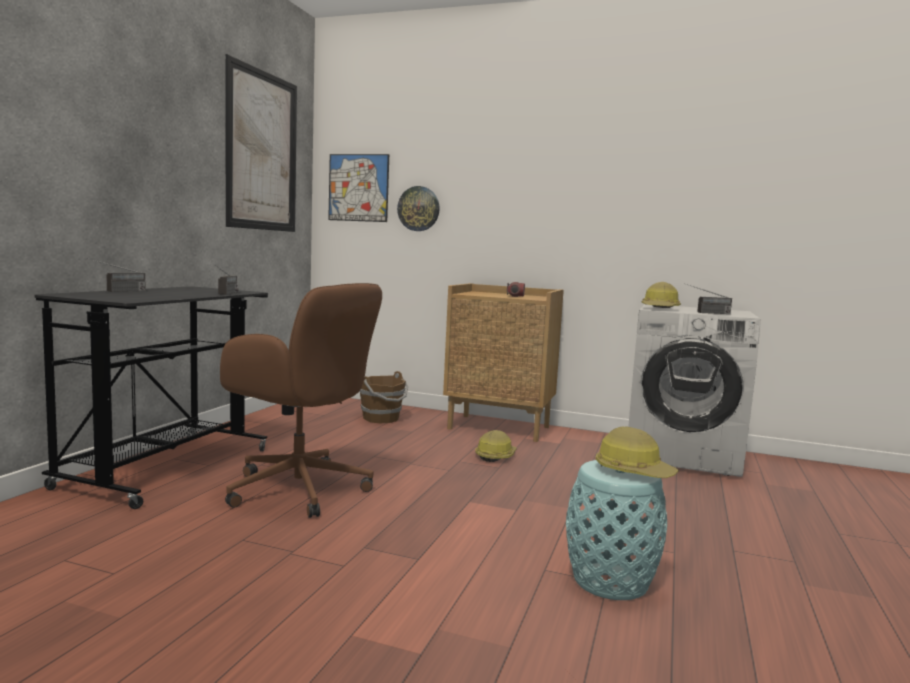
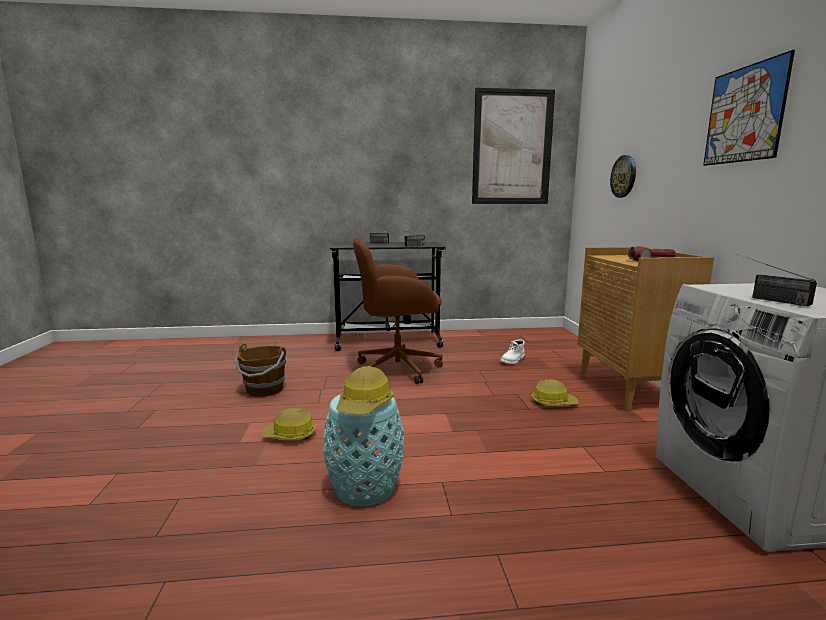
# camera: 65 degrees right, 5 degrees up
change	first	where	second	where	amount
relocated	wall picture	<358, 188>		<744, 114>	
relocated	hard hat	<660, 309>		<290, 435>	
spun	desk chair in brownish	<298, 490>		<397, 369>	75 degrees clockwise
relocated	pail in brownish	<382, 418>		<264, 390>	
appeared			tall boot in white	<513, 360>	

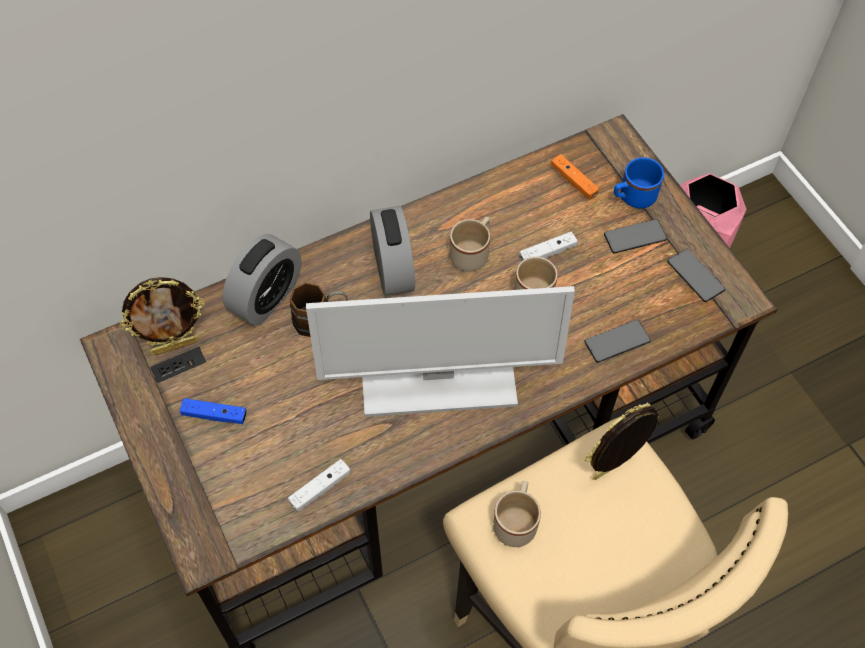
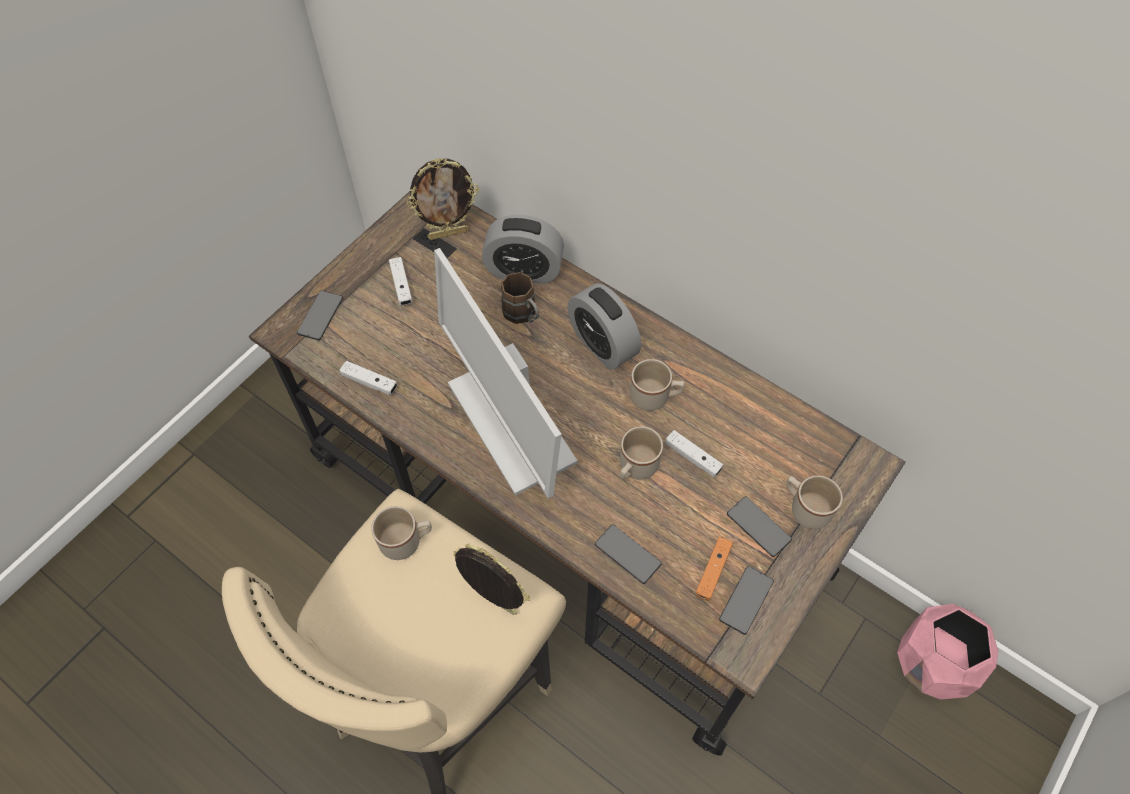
# camera: 65 degrees right, 0 degrees up
change	first	where	second	where	amount
relocated	gamepad in orange-coloured	<573, 181>		<713, 571>	
colour	coffee mug in blue-coloured	<632, 198>	coffee mug in beige	<805, 508>	
spun	bedside clock	<393, 269>		<602, 344>	90 degrees clockwise
spun	standing frame	<175, 346>		<448, 233>	60 degrees counterclockwise
colour	gamepad in blue-coloured	<214, 415>	gamepad in white	<401, 285>	
appeared			telephone	<320, 316>	

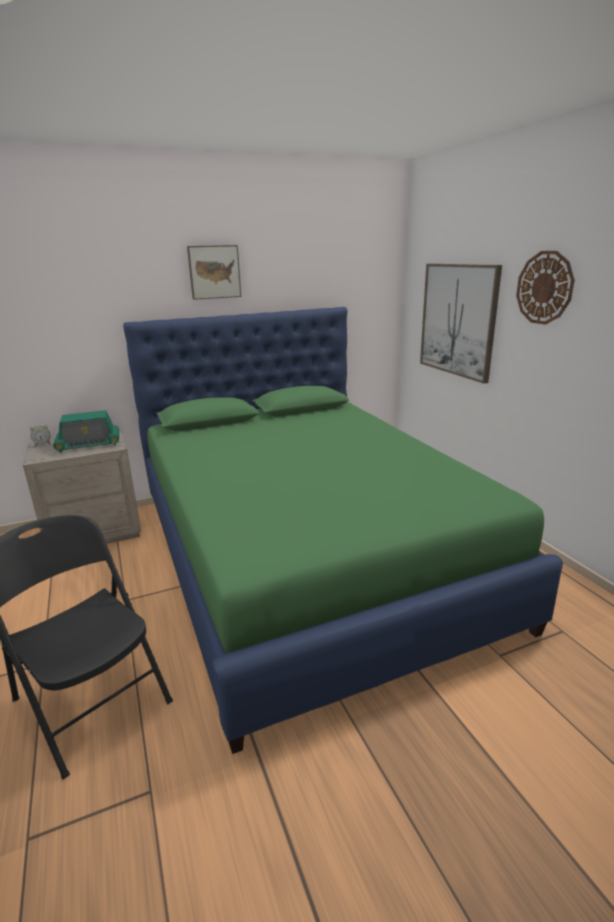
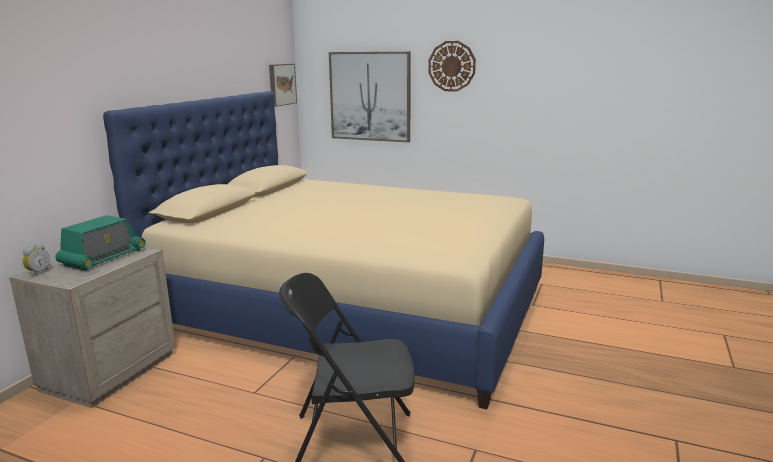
# camera: 45 degrees left, 5 degrees down
change	first	where	second	where	amount
relocated	wall picture	<214, 272>		<281, 84>	
colour	bed in green	<307, 556>	bed in beige	<350, 308>	

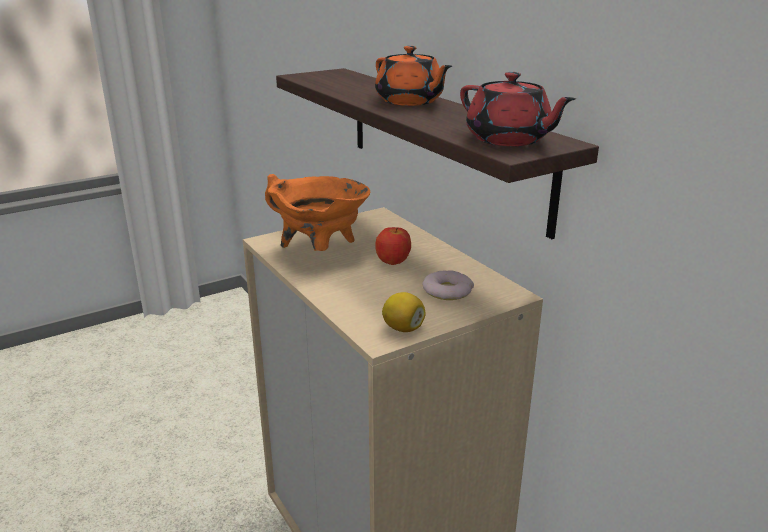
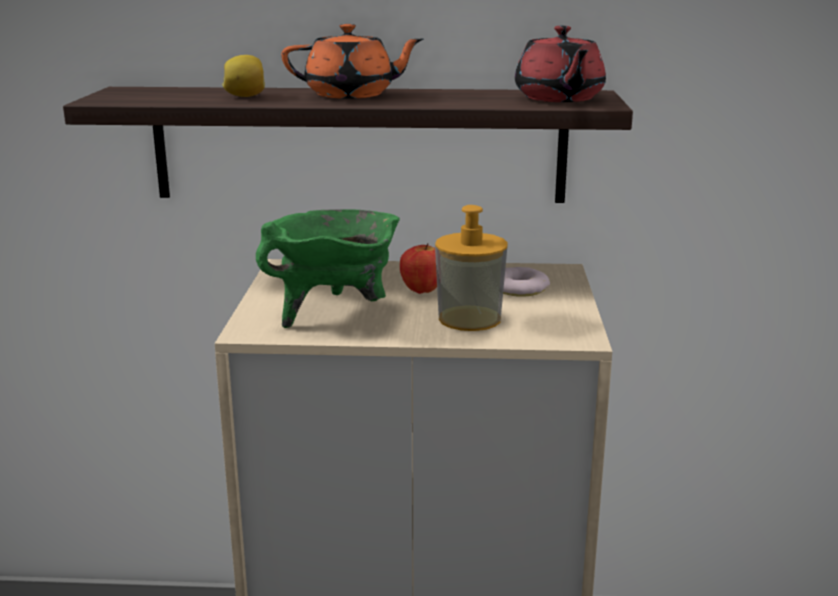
# camera: 55 degrees left, 5 degrees down
change	first	where	second	where	amount
spun	pot for tea in reddish	<509, 140>		<559, 99>	90 degrees clockwise
colour	stockpot in orange-coloured	<320, 251>	stockpot in green	<334, 313>	
relocated	citrus fruit	<403, 328>		<245, 96>	
appeared			soap bottle	<469, 318>	

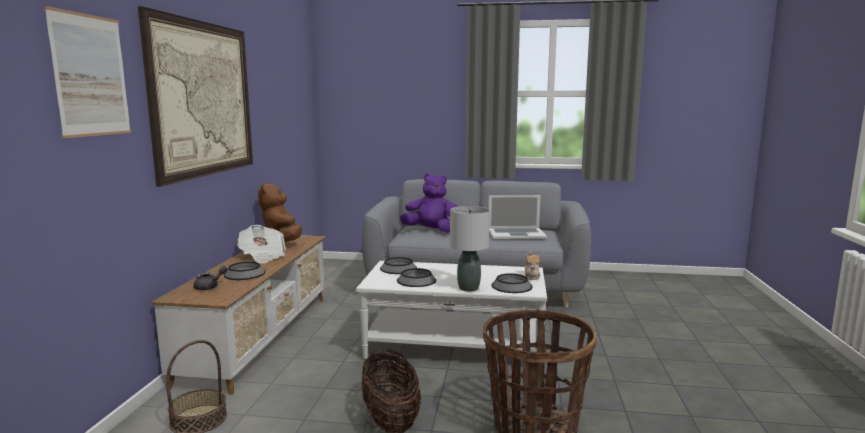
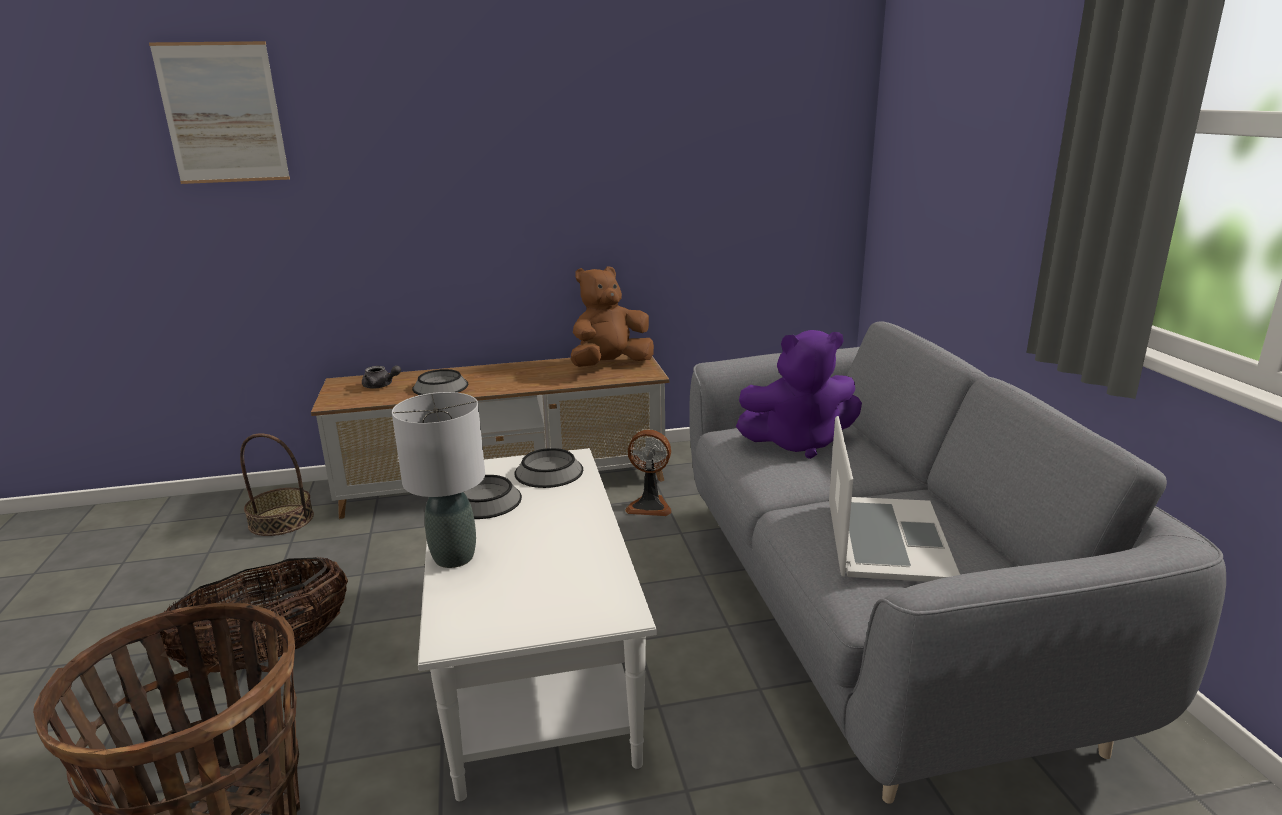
# camera: 70 degrees right, 10 degrees up
change	first	where	second	where	amount
missing	wall picture	<203, 99>			
spun	plush toy in purple	<431, 231>		<798, 443>	90 degrees clockwise
spun	laptop	<516, 233>		<886, 538>	150 degrees counterclockwise
missing	newspaper	<262, 256>			
missing	pot for tea	<532, 276>			
missing	serving bowl	<511, 286>			
appeared			fan	<650, 506>	

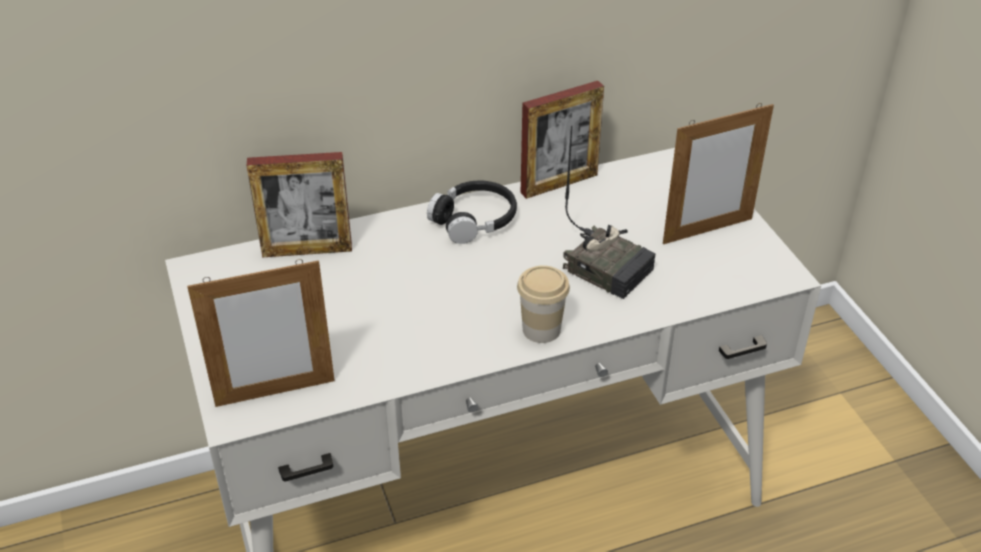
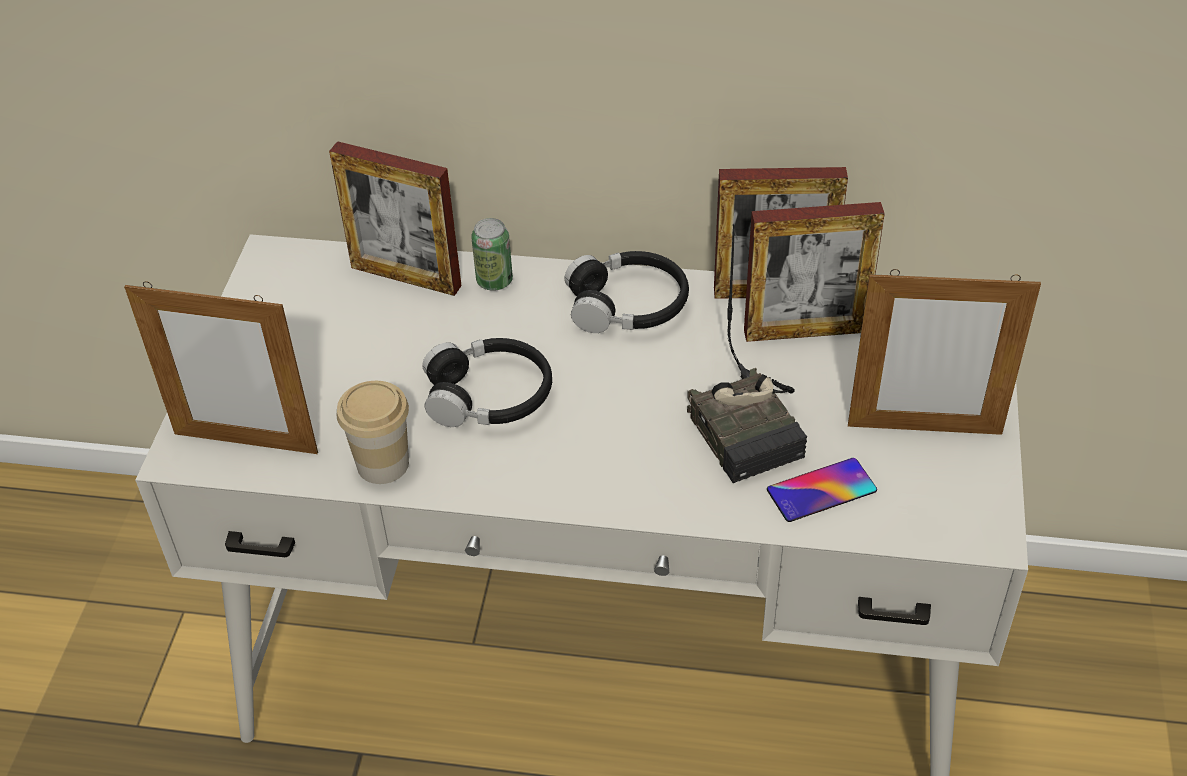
# camera: 30 degrees right, 5 degrees up
change	first	where	second	where	amount
relocated	drinking cup	<541, 329>		<383, 464>	
appeared			standing frame	<805, 331>	
appeared			sealed can	<494, 281>	
appeared			pair of headphones in black	<489, 396>	
appeared			telephone	<821, 490>	

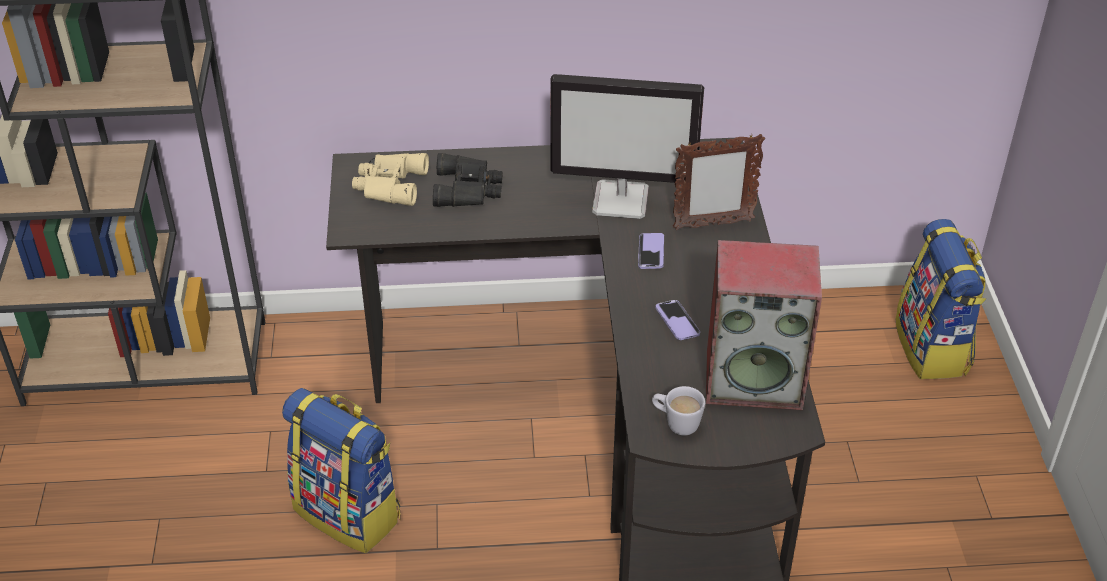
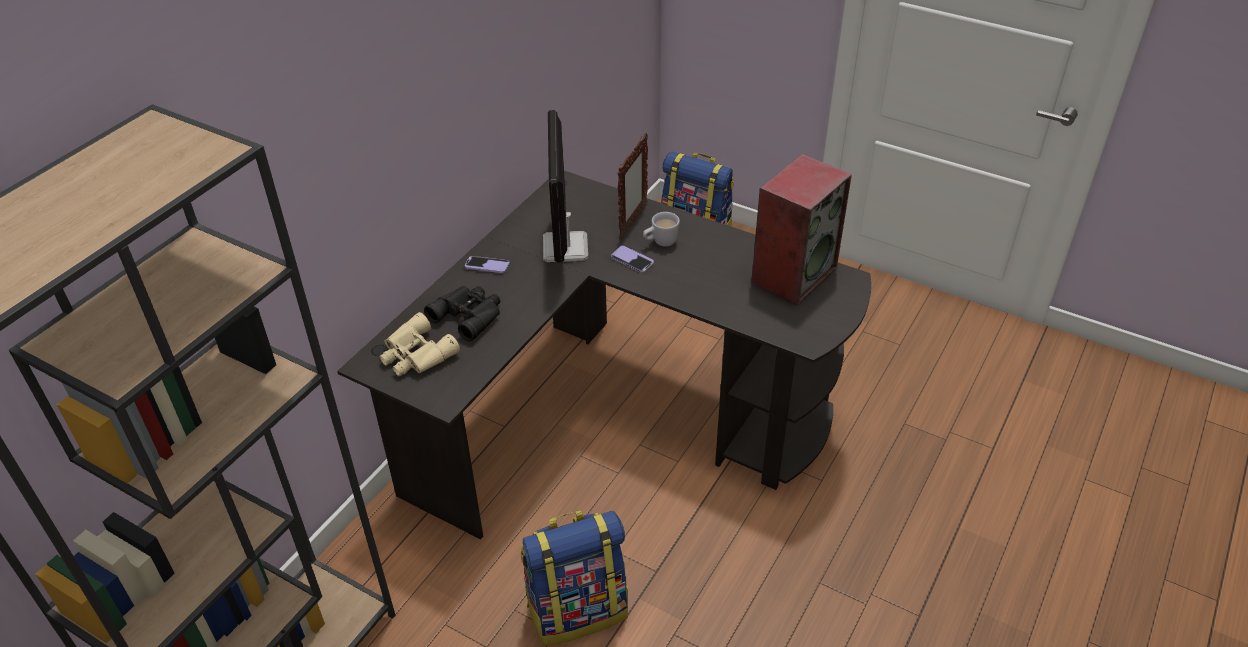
# camera: 55 degrees left, 0 degrees up
change	first	where	second	where	amount
spun	computer screen	<622, 200>		<565, 248>	135 degrees clockwise
relocated	telephone	<677, 321>		<487, 266>	
relocated	coffee mug in white	<676, 423>		<660, 242>	

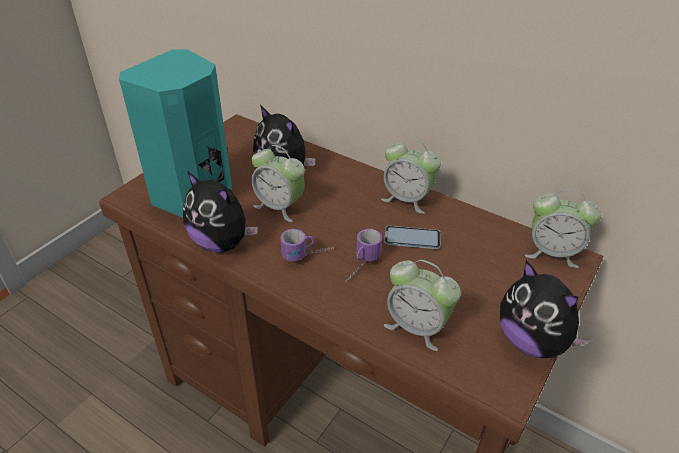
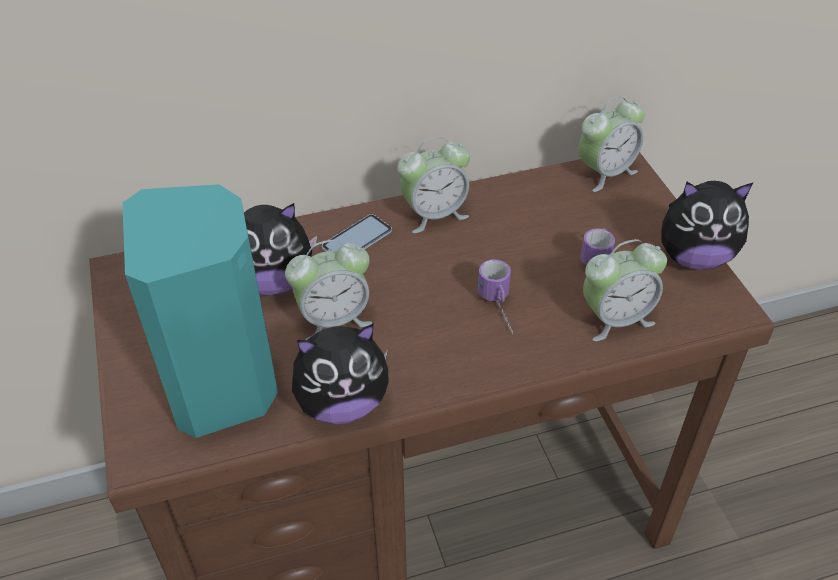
# camera: 50 degrees left, 5 degrees up
change	first	where	second	where	amount
relocated	telephone	<412, 238>		<357, 240>	
relocated	coffee mug	<308, 256>		<598, 254>	

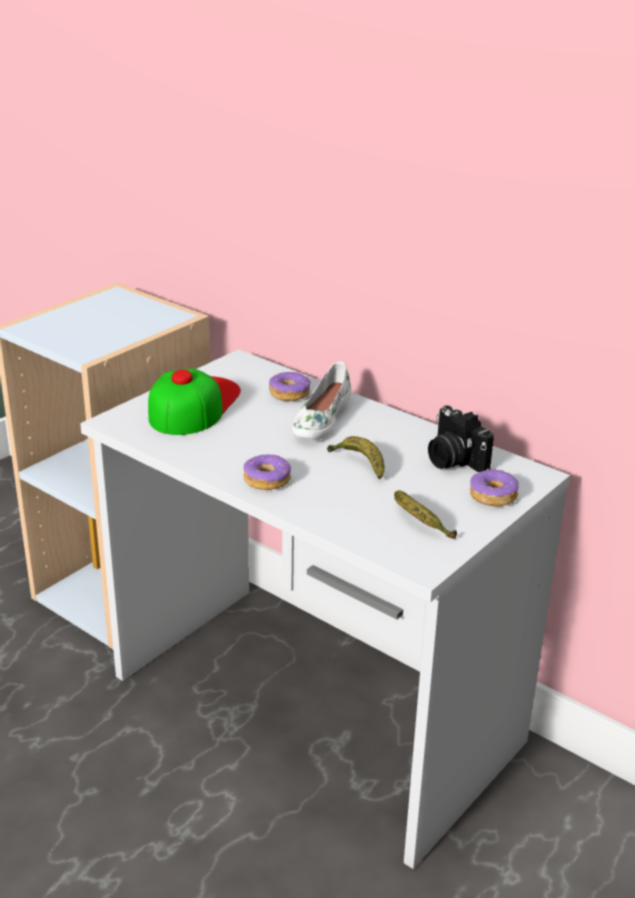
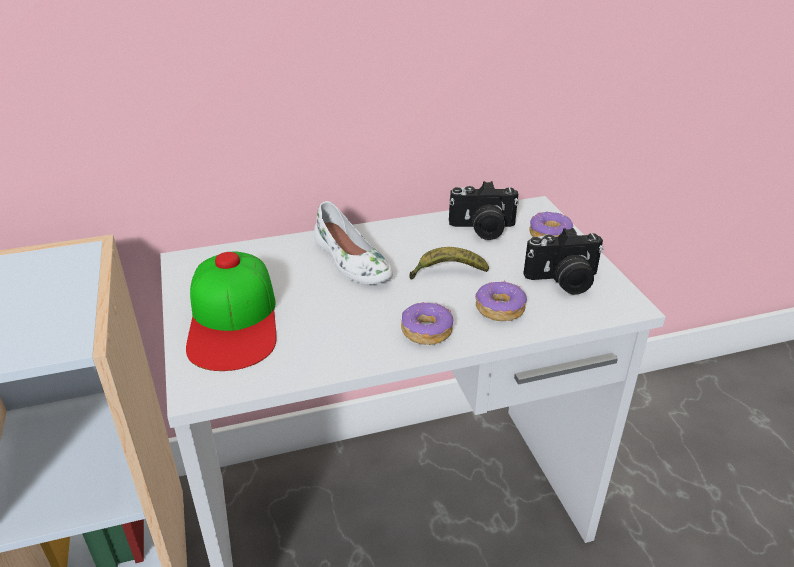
# camera: 55 degrees left, 5 degrees up
change	first	where	second	where	amount
spun	baseball cap	<193, 404>		<234, 320>	150 degrees counterclockwise
relocated	ring doughnut	<289, 393>		<499, 308>	
exchanged	whole banana	<419, 522>	still camera	<563, 281>	

